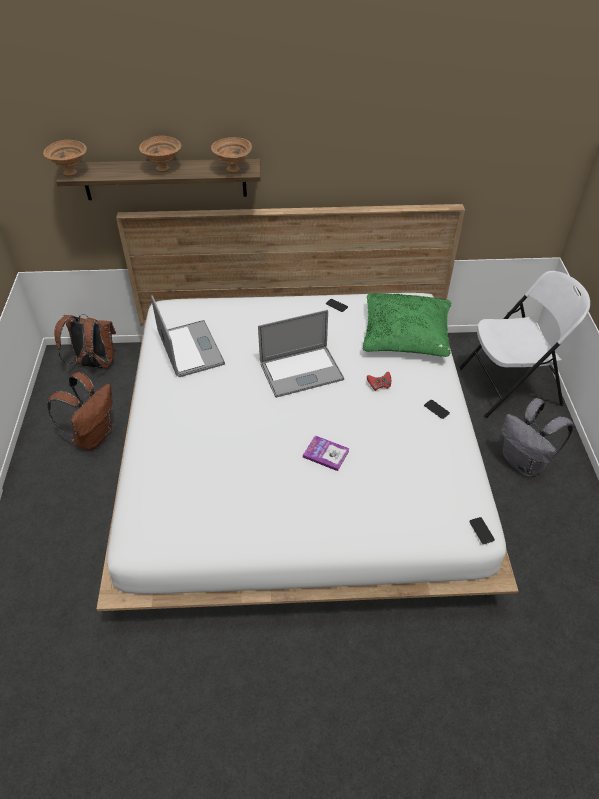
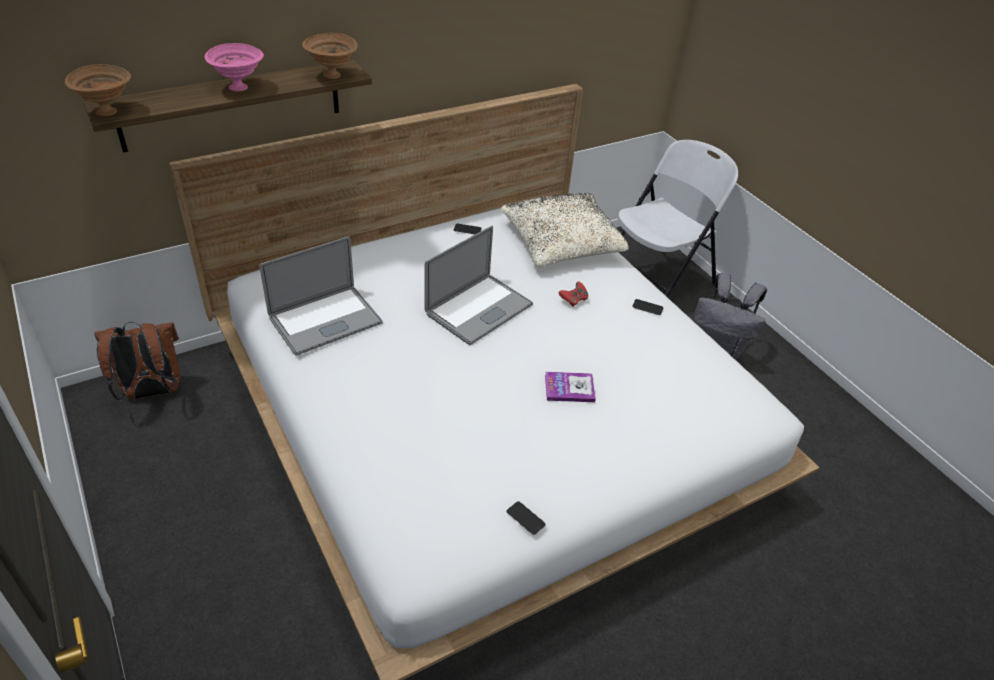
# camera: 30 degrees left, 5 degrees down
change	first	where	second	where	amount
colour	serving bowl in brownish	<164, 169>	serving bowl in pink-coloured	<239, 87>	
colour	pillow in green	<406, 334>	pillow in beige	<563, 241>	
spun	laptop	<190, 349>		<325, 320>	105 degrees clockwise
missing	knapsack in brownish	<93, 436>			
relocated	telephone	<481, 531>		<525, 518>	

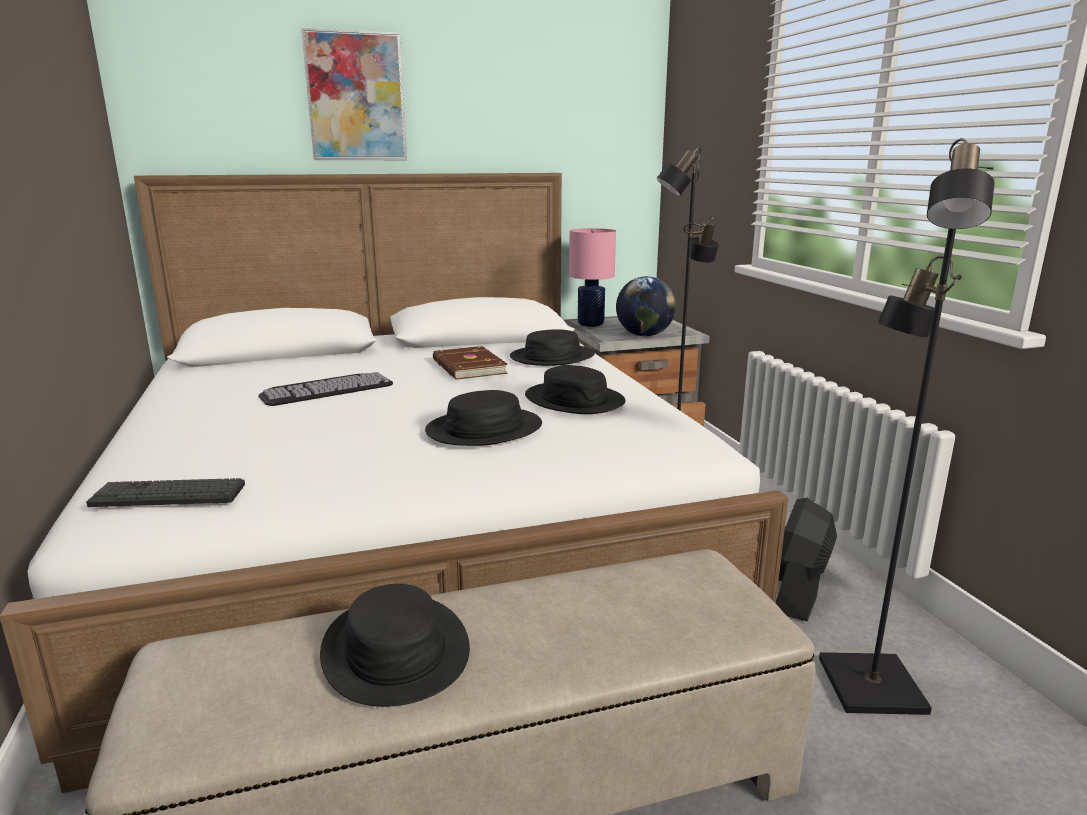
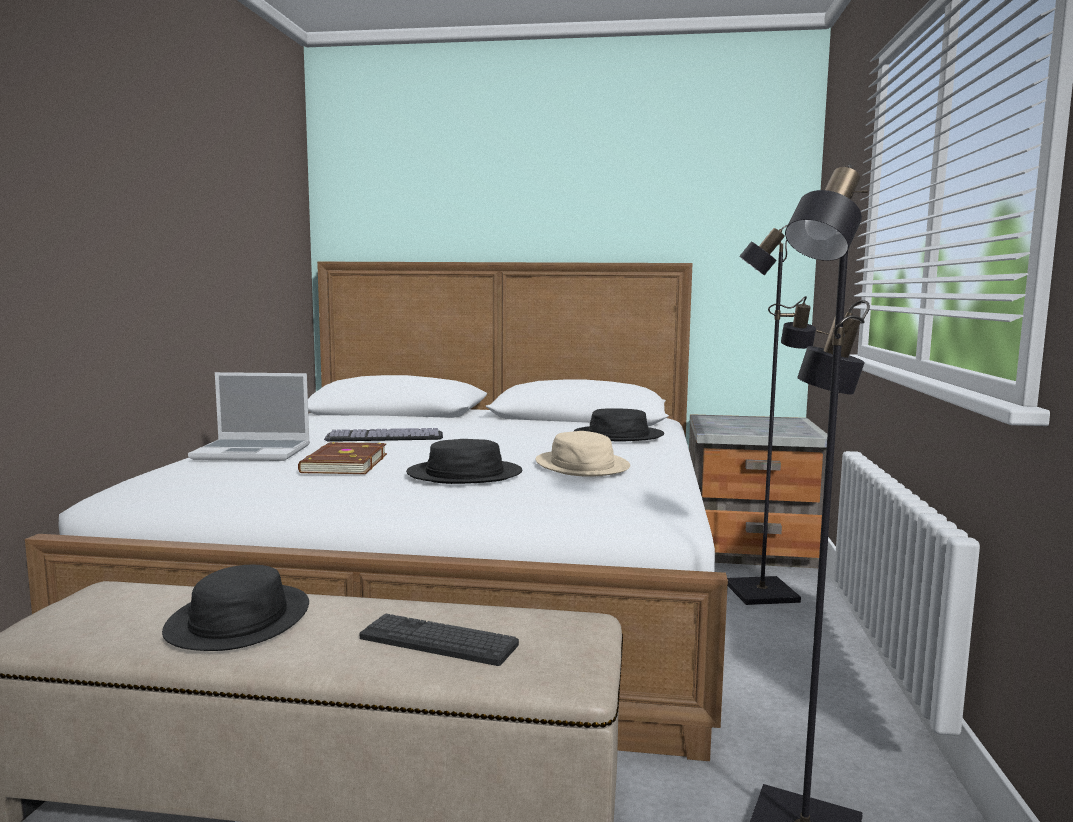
# camera: 25 degrees right, 10 degrees down
change	first	where	second	where	amount
missing	wall picture	<356, 97>			
missing	tabletop lamp in pink-coloured	<590, 325>			
missing	globe	<644, 335>			
relocated	book in brownish	<467, 367>		<343, 463>	
colour	wearable hat in black	<574, 400>	wearable hat in beige	<582, 465>	
relocated	computer keyboard	<168, 495>		<438, 641>	
missing	fan in black	<796, 592>			
appeared			laptop	<254, 452>	

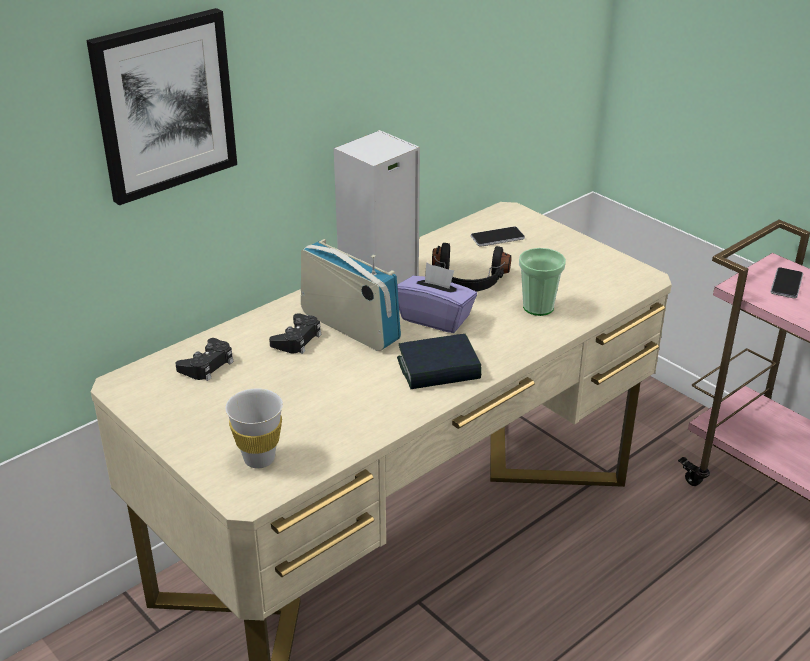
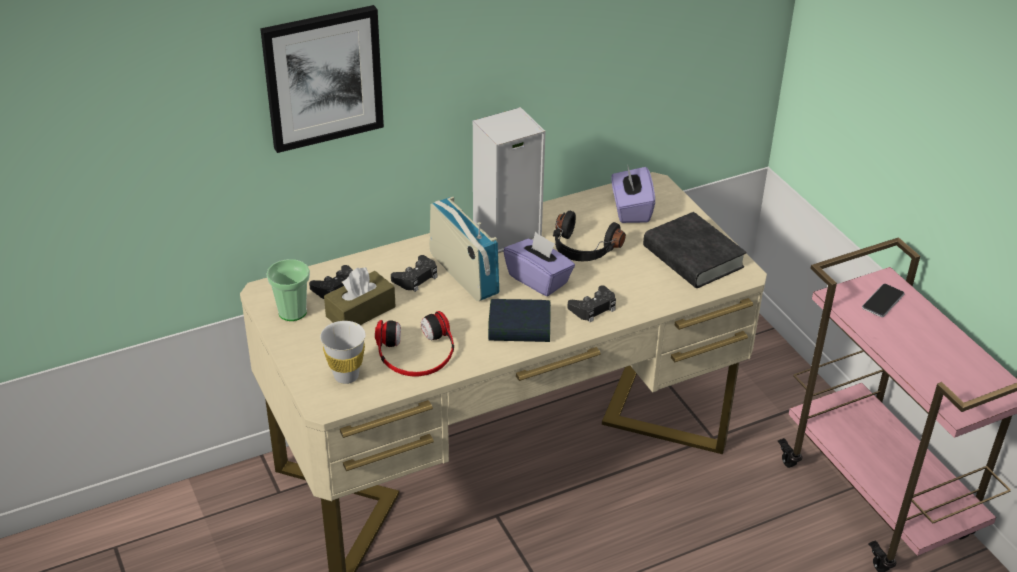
# camera: 15 degrees right, 5 degrees up
change	first	where	second	where	amount
exchanged	telephone	<497, 238>	tissue holder in purple	<630, 209>	
relocated	drinking cup	<538, 307>		<292, 312>	
appeared			book in black	<692, 257>	
appeared			tissue holder in brownish	<360, 312>	
appeared			gamepad in black	<593, 308>	
appeared			pair of headphones	<416, 353>	

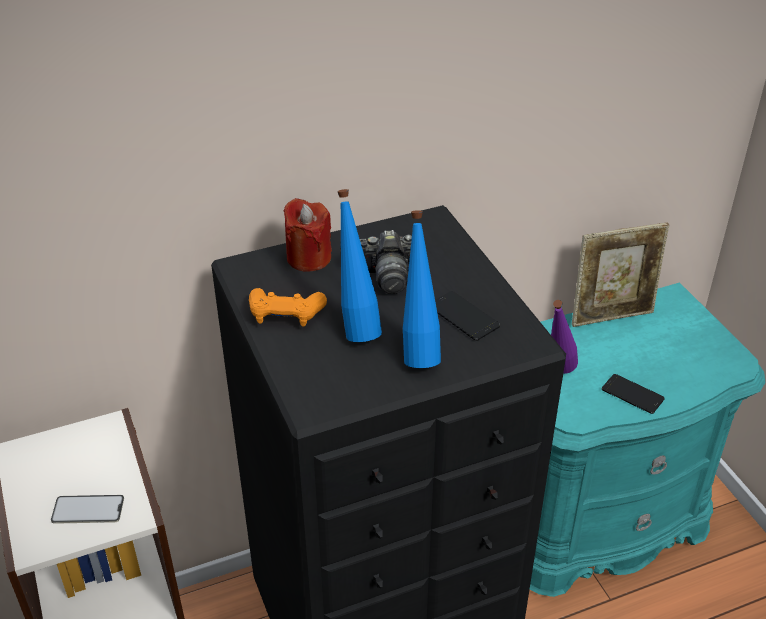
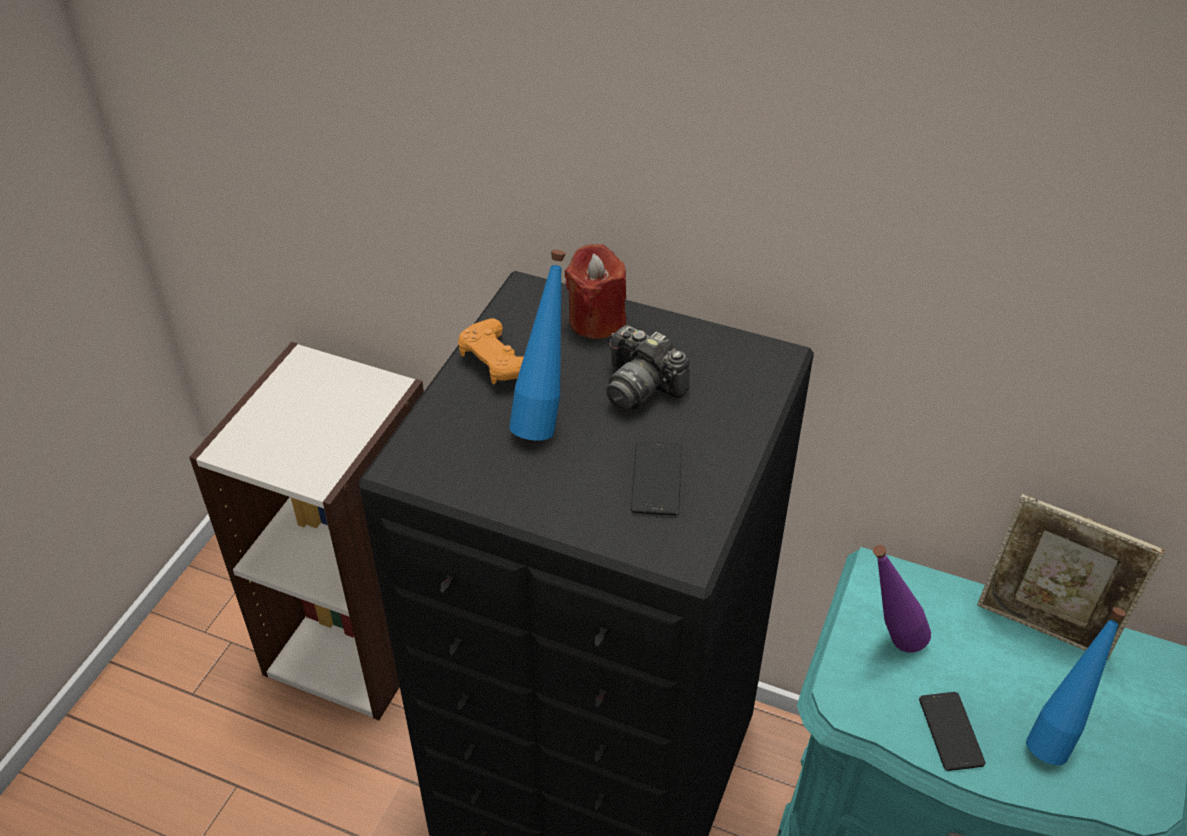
# camera: 45 degrees right, 5 degrees up
change	first	where	second	where	amount
relocated	drink bottle in blue-coloured	<418, 351>		<1054, 736>	
missing	telephone	<88, 509>			

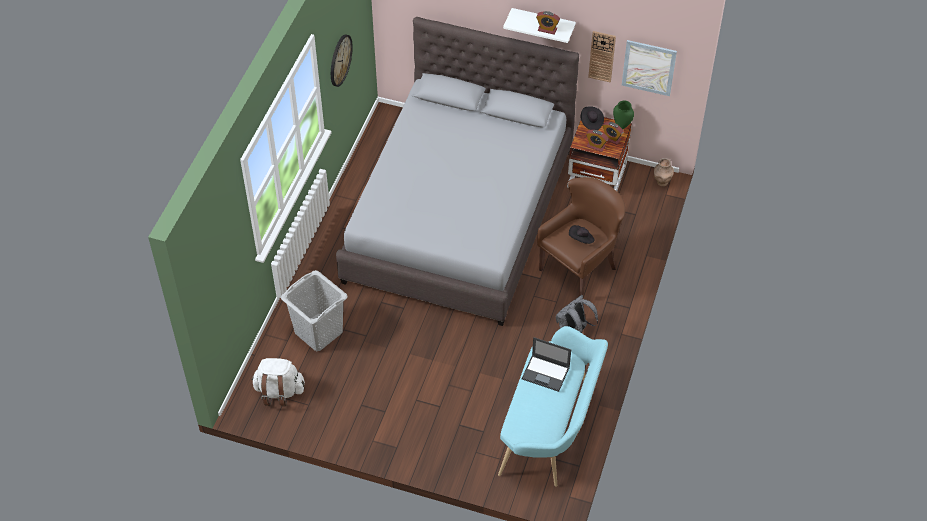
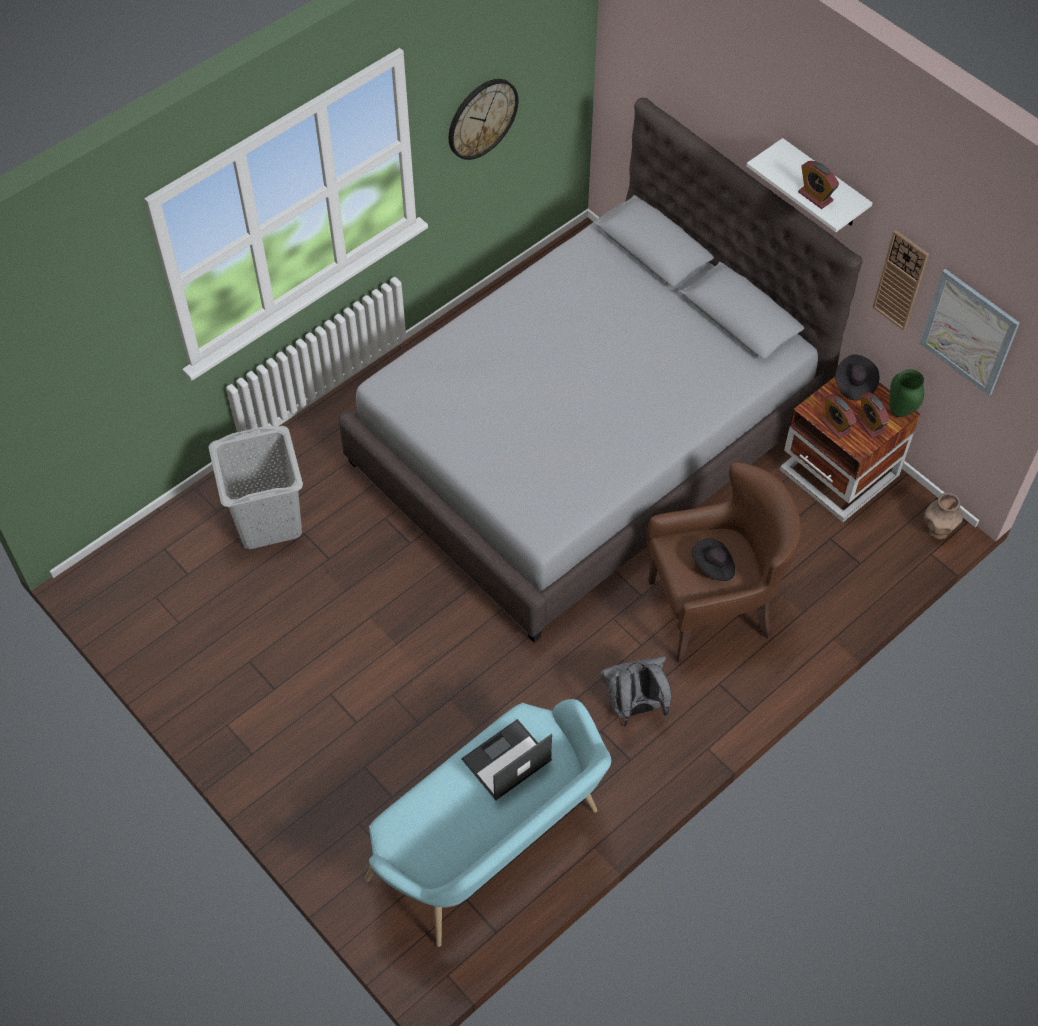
# camera: 30 degrees right, 5 degrees up
change	first	where	second	where	amount
spun	laptop	<546, 373>		<506, 761>	90 degrees clockwise
missing	knapsack in white	<279, 391>			

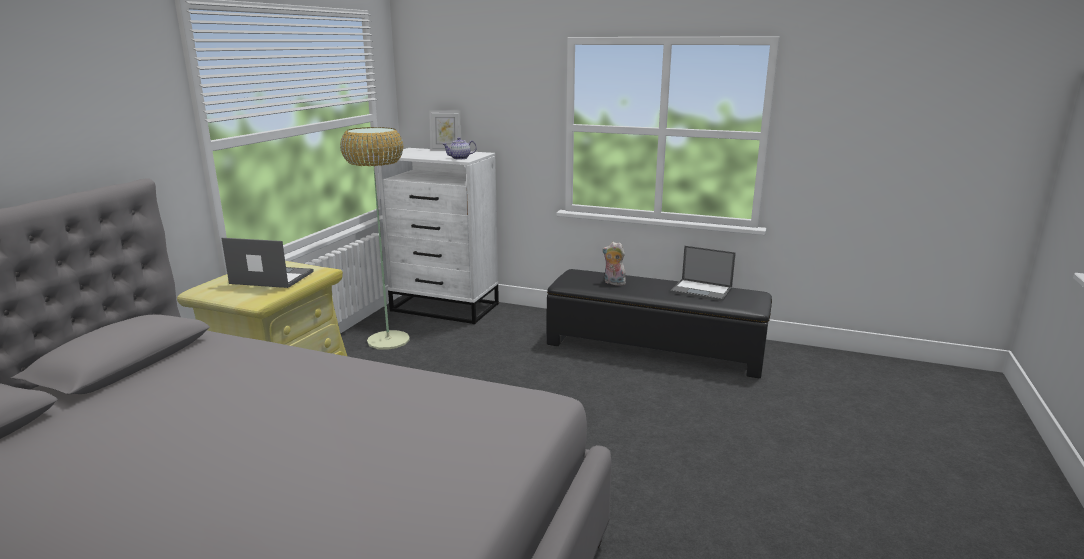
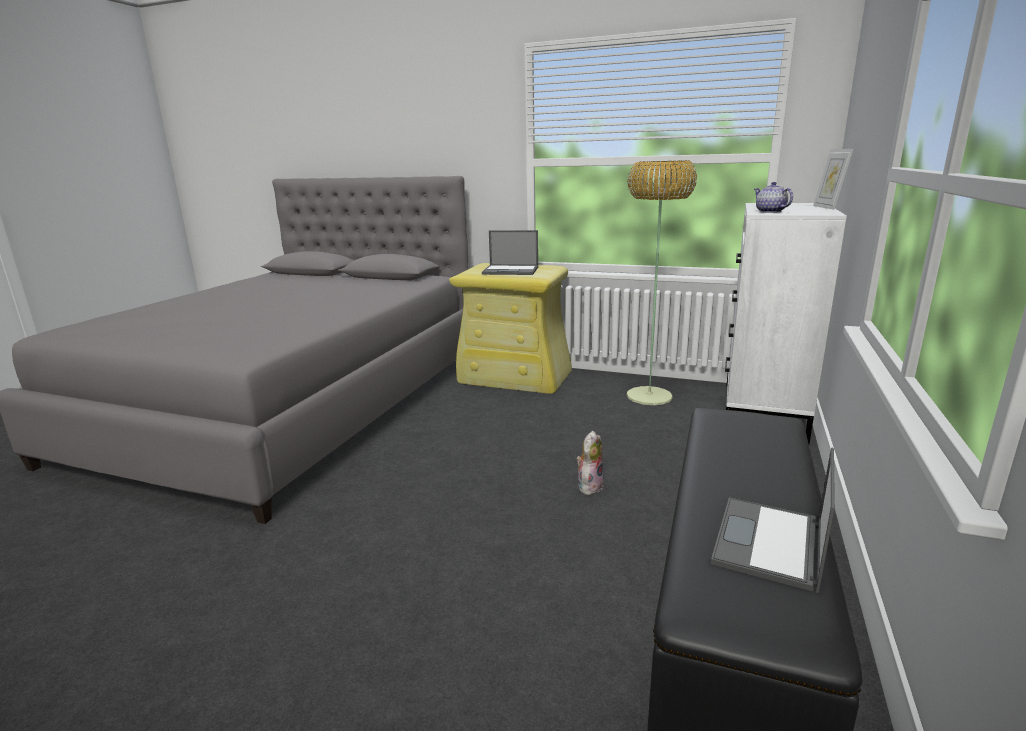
# camera: 90 degrees right, 0 degrees up
change	first	where	second	where	amount
spun	laptop	<271, 278>		<511, 270>	90 degrees clockwise
relocated	plush toy	<613, 283>		<589, 486>	

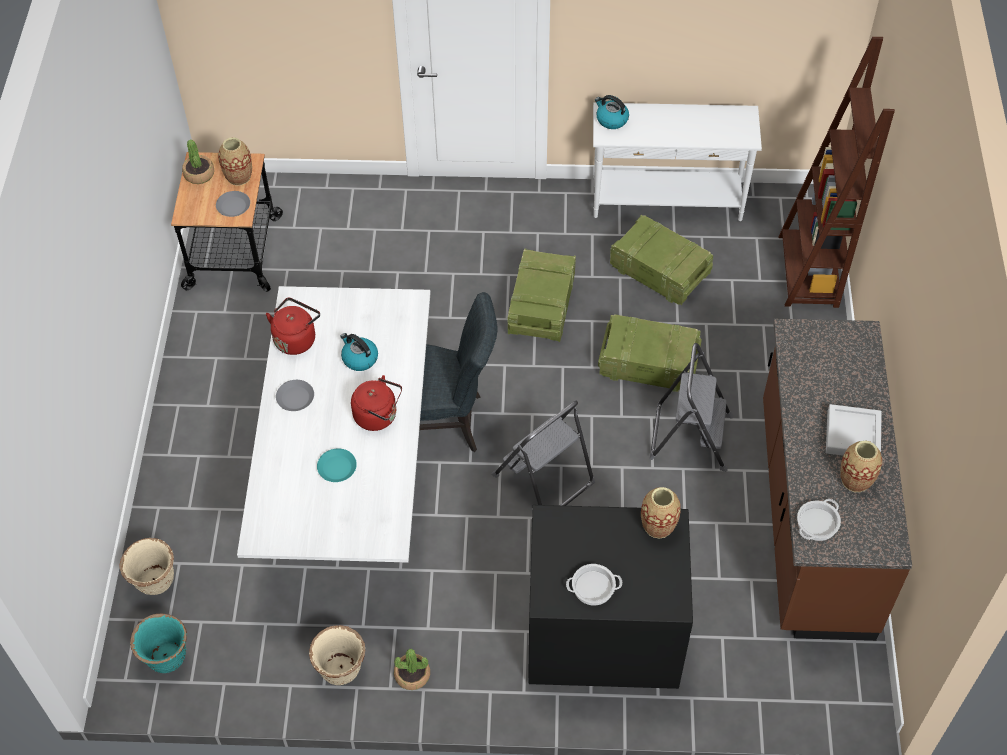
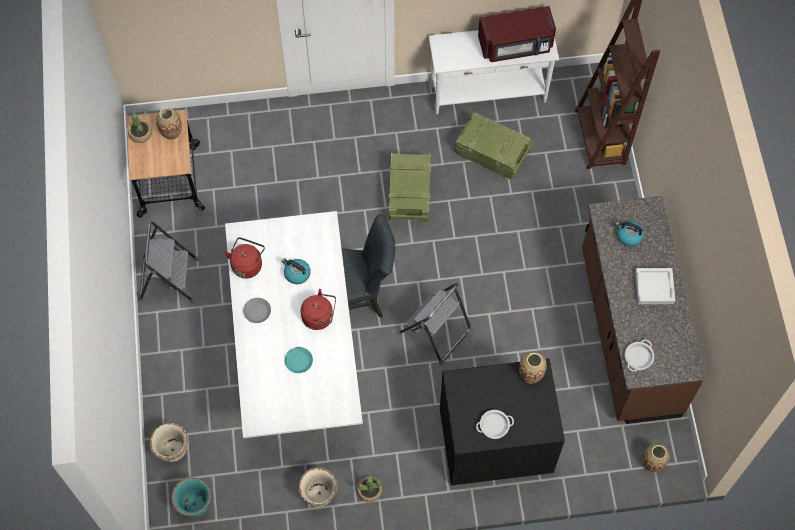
# camera: 10 degrees left, 10 degrees up
change	first	where	second	where	amount
relocated	kettle	<611, 119>		<628, 236>	
missing	plate in greyish	<233, 207>			
missing	shipping crate	<649, 364>			
relocated	step ladder in greyish	<687, 435>		<166, 278>	
relocated	flower vase	<855, 480>		<652, 463>	
appeared			microwave in reddish	<515, 45>	

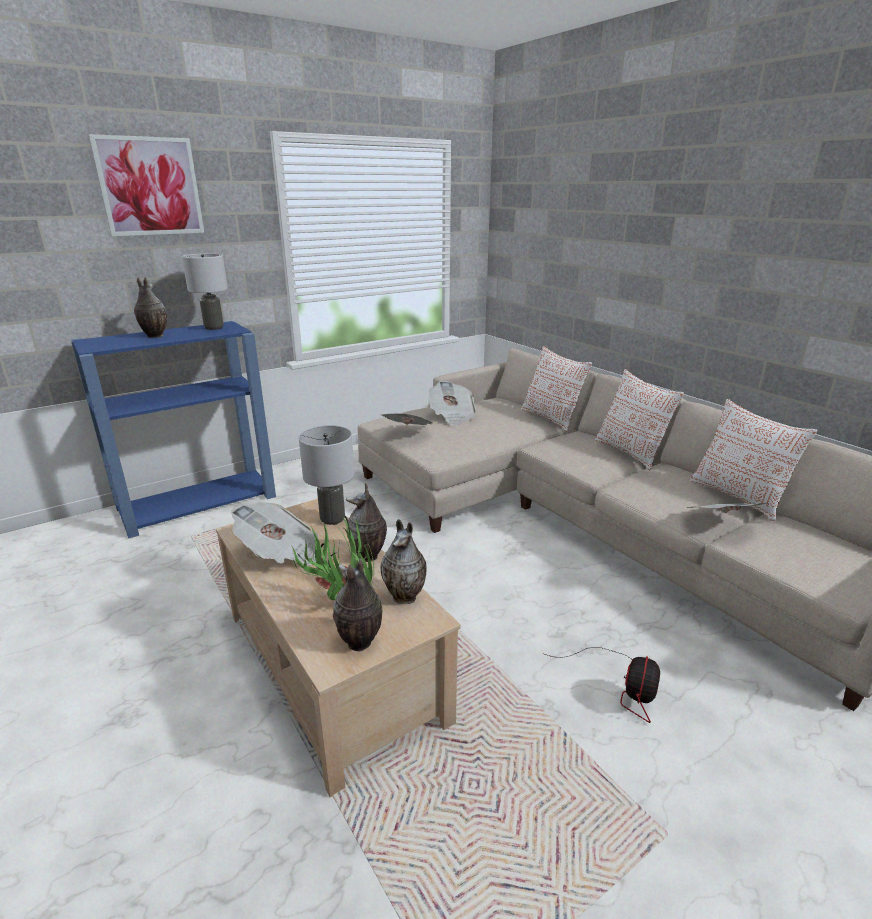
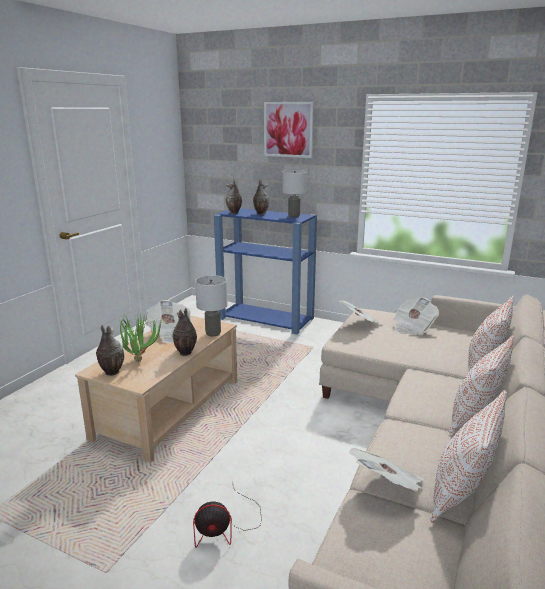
# camera: 60 degrees right, 5 degrees down
change	first	where	second	where	amount
relocated	flower vase	<406, 597>		<234, 213>	

